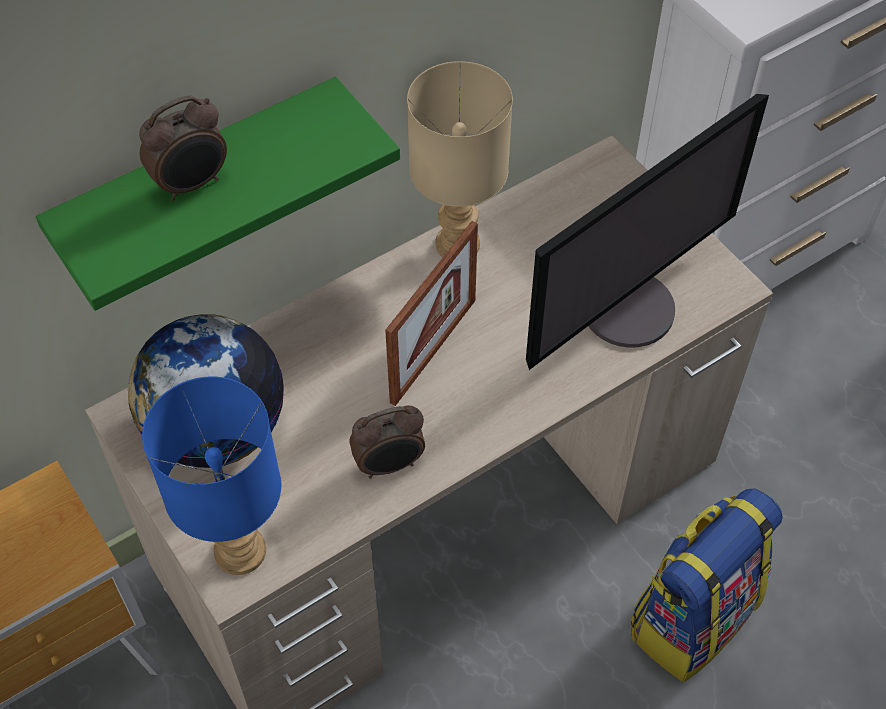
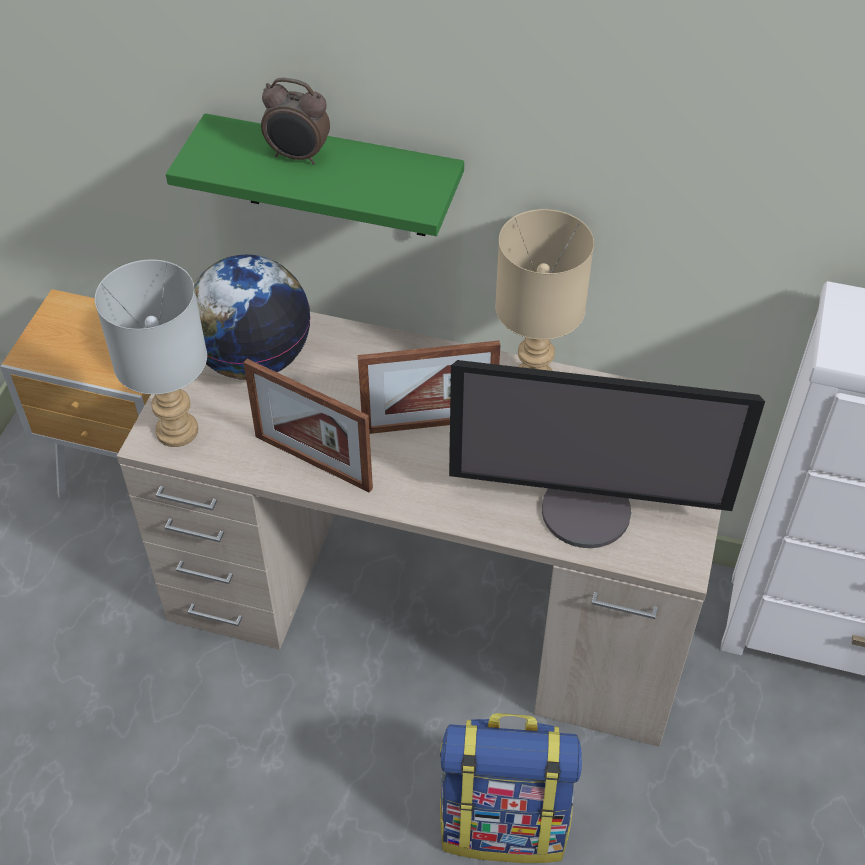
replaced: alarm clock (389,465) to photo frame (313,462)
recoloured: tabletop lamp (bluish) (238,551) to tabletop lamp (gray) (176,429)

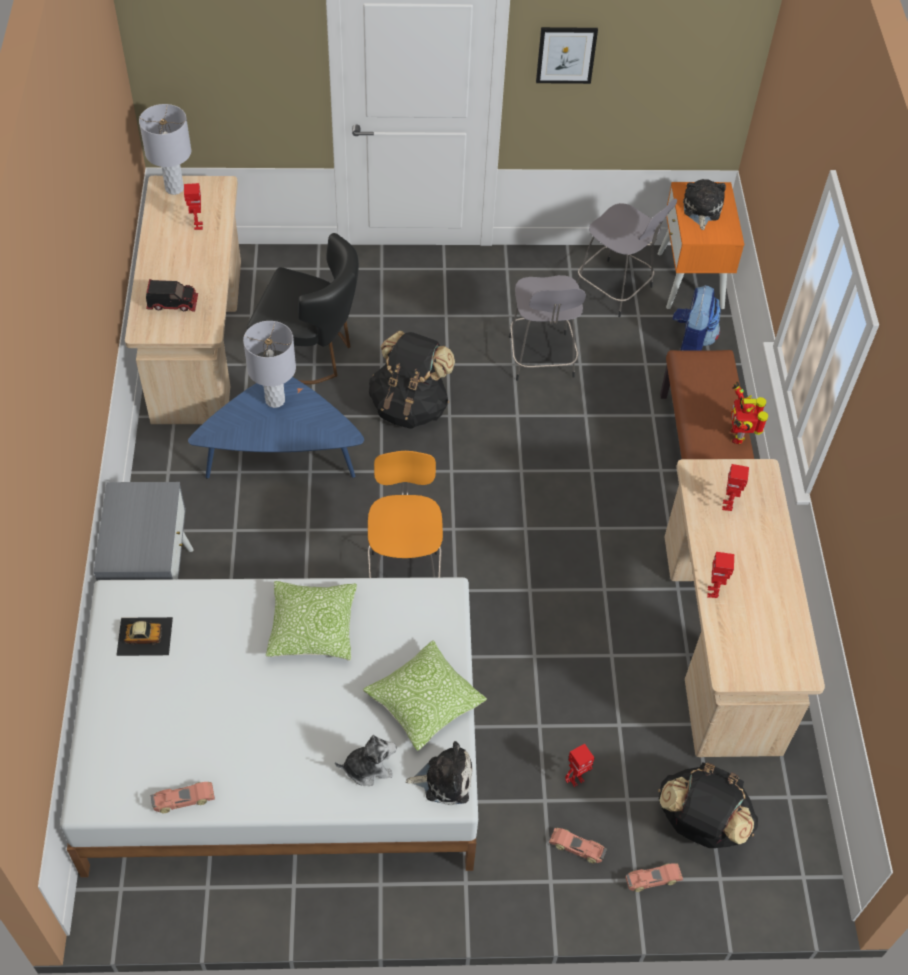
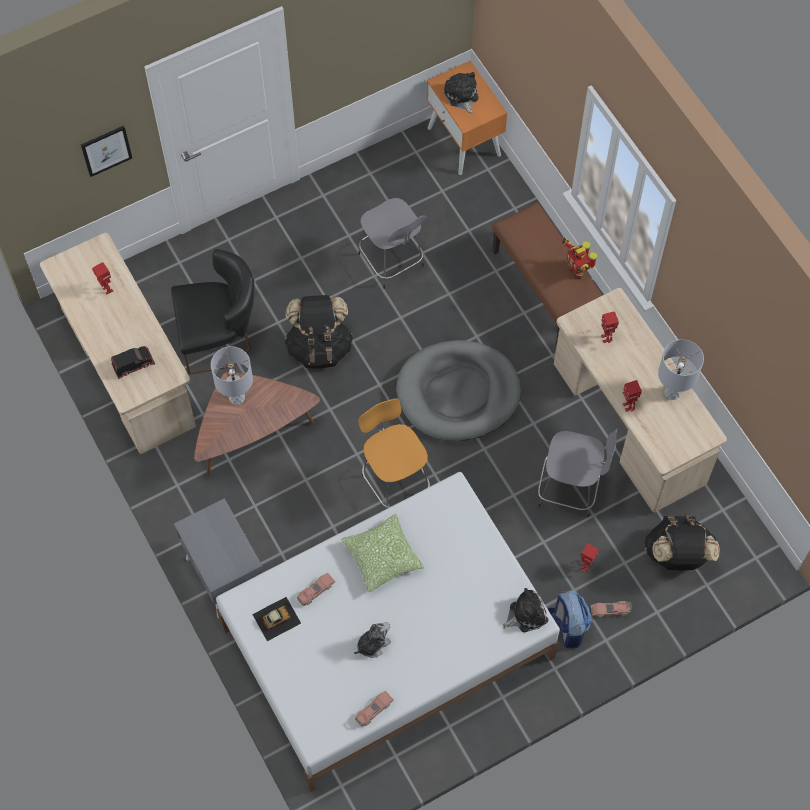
removed: pillow (424,702)
added: dog bed (gray) (458,393)
moved: wall picture (566,54) to (106,150); toy car (652,879) to (315,591); soft toy (368,767) to (372,644); stool seat (gray) (616,289) to (570,489); rucksack (691,341) to (567,627); tabletop lamp (gray) (175,188) to (672,392)
recoloured: low table (bluish) (281,457) to low table (brown) (252,433)

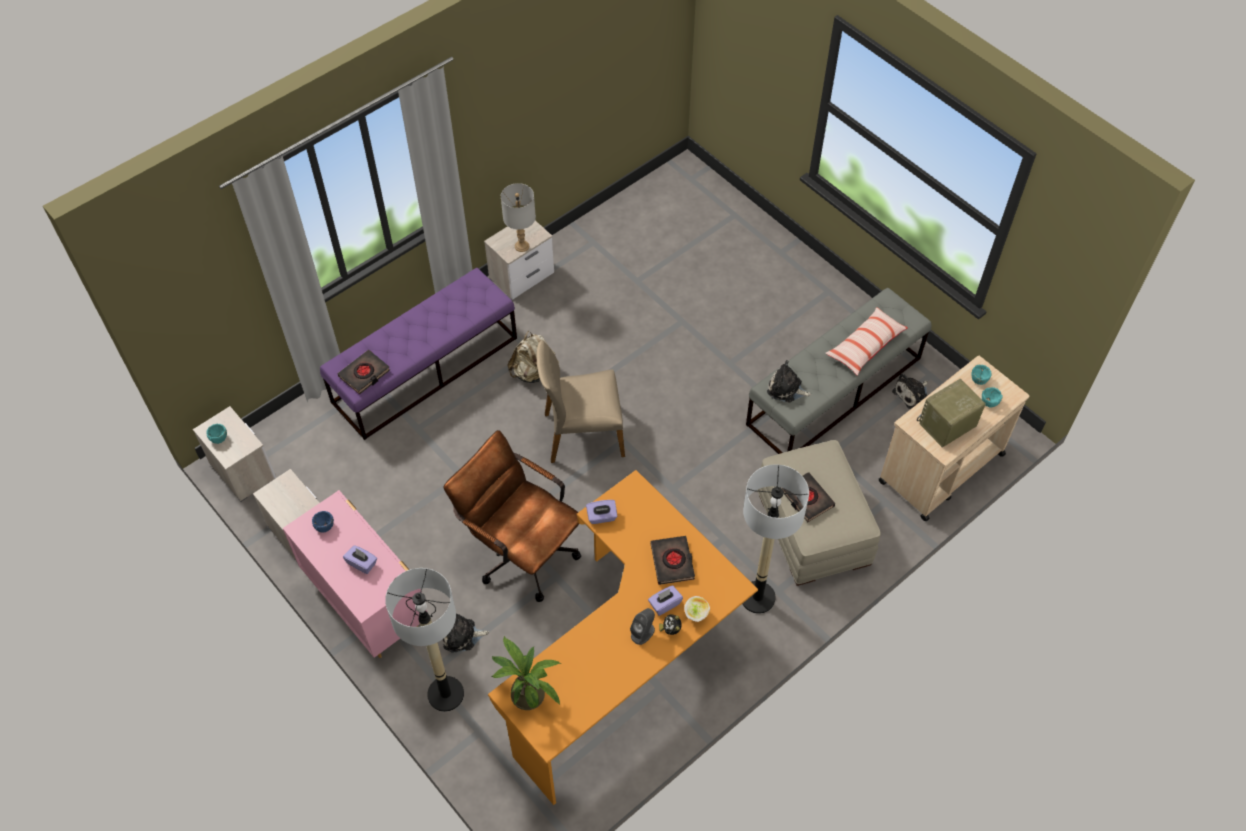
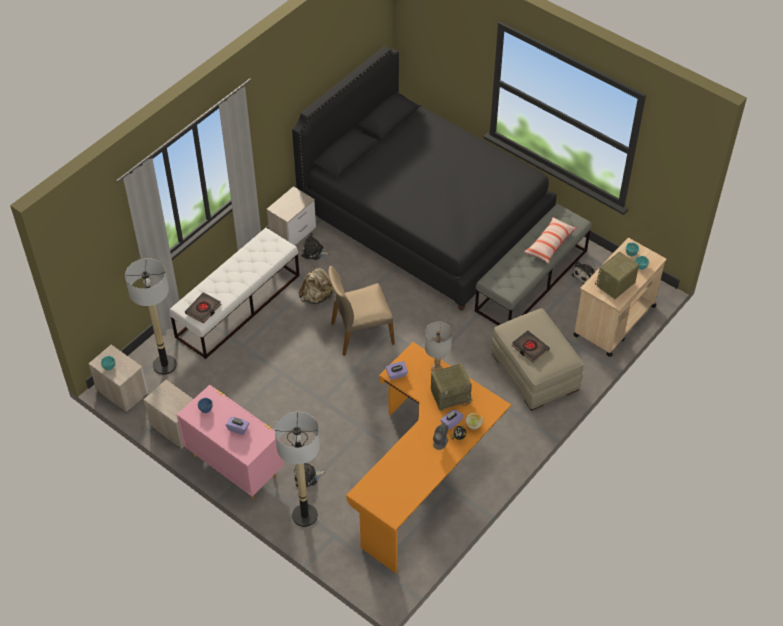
removed: computer chair (brown) (520,550); potted plant (527,691)
added: sleeping bed (black-coloured) (424,218)
moved: standard lamp (757,597) to (164,365); soft toy (786,389) to (314,252); tabletop lamp (gray) (521,246) to (436,369)
replaced: volume (black-coloured) (672,562) to radio set (450,396)
recoloured: bench (purple) (426,369) to bench (white) (238,305)

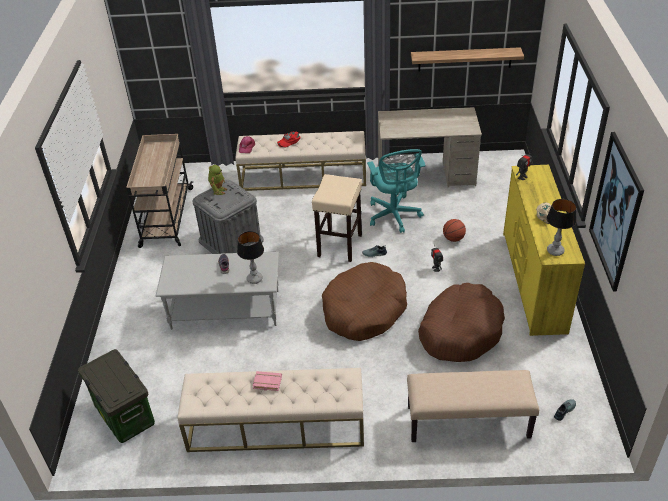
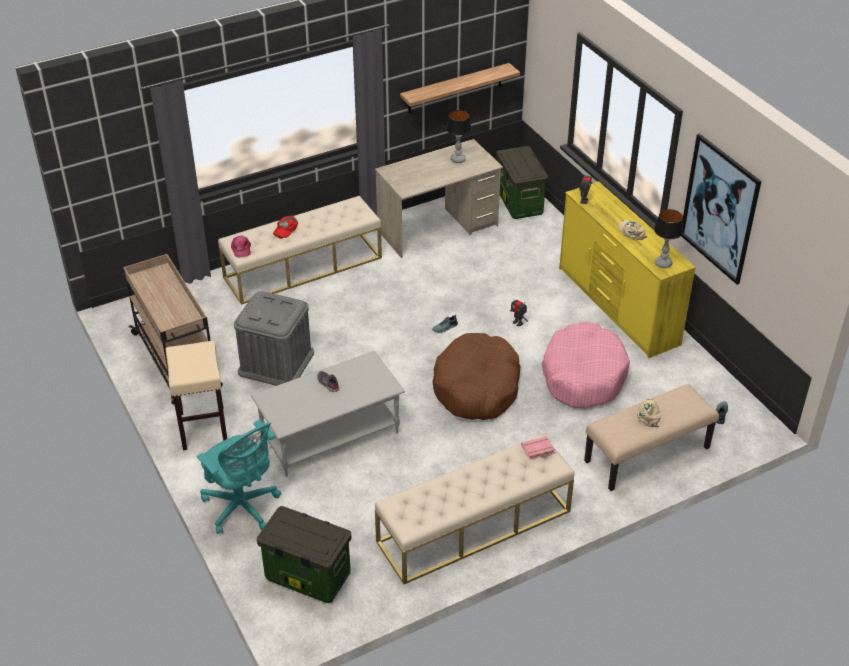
removed: toy robot (218,190); basketball ball (453,238)
added: storage bin (520,203); cap (beige-coloured) (648,414)
moved: stool seat (beige-coloured) (339,246) to (203,428); computer chair (turquoise-coloured) (394,216) to (243,508); tabletop lamp (255,279) to (458,159); volume (pinkish) (266,383) to (537,450)
recoloured: dog bed (brown) (460,331) to dog bed (pinkish) (583,375)

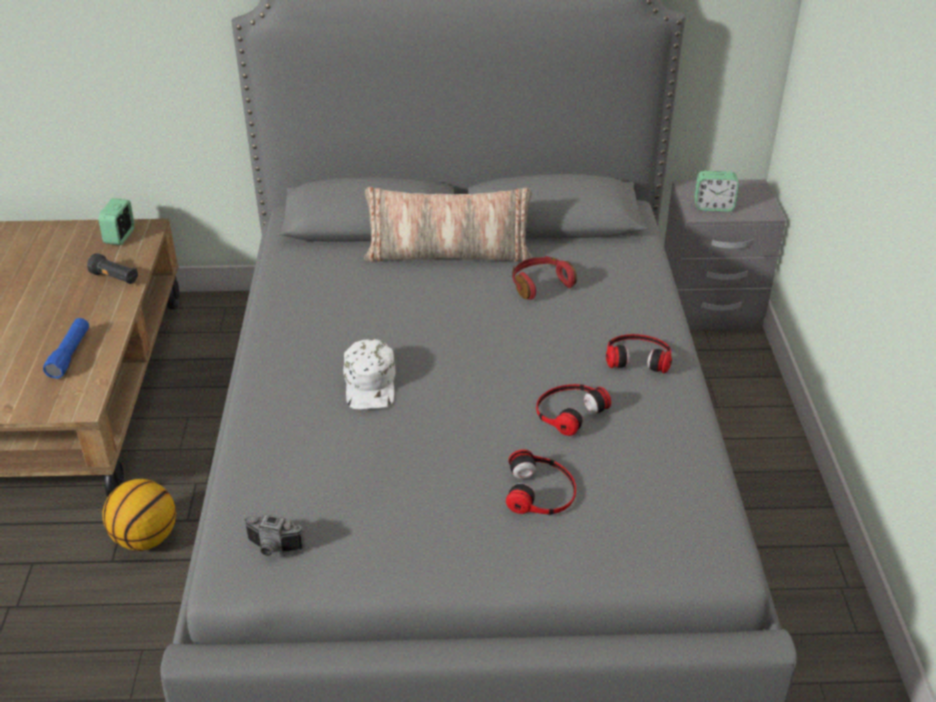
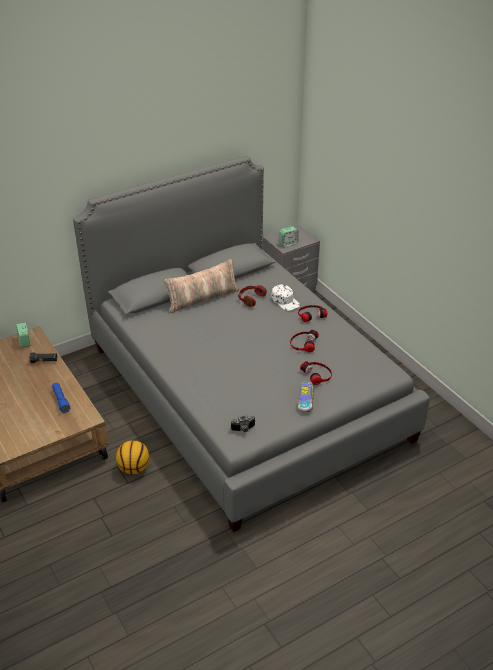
added: toy car (305,401)
moved: cap (white) (370,383) to (285,301)

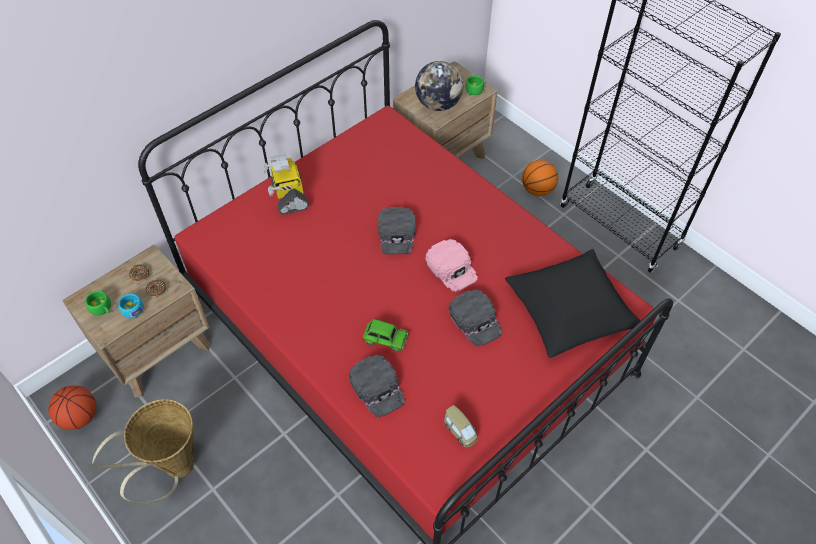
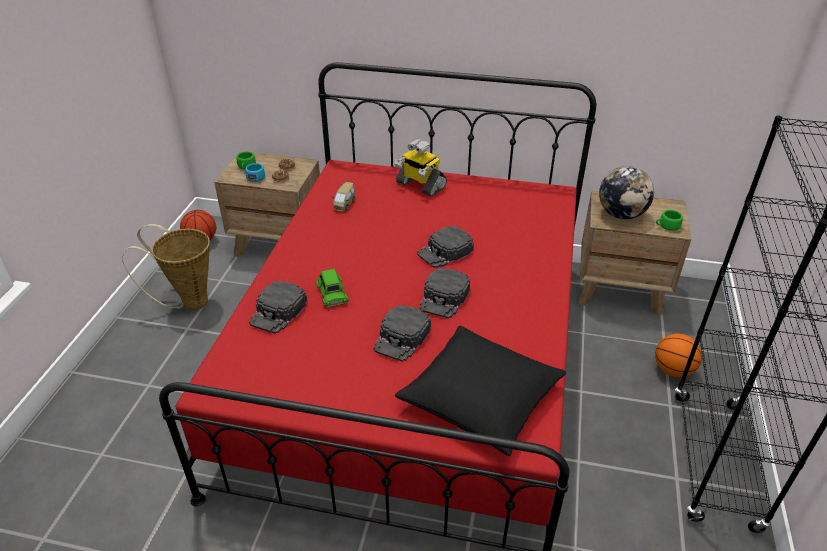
moved: toy car (460,431) to (344,204)
recoloured: cap (pinkish) (452,268) to cap (black-coloured) (444,298)
turned: toy robot (288,195) = (420,185) 90 degrees counterclockwise

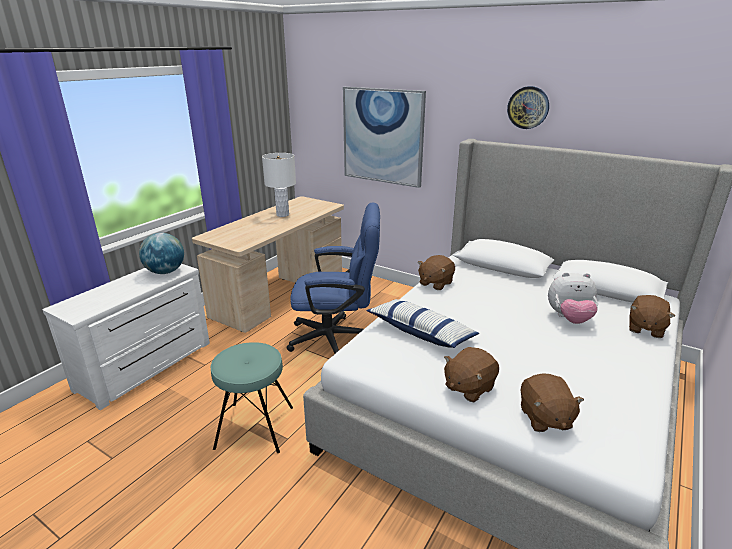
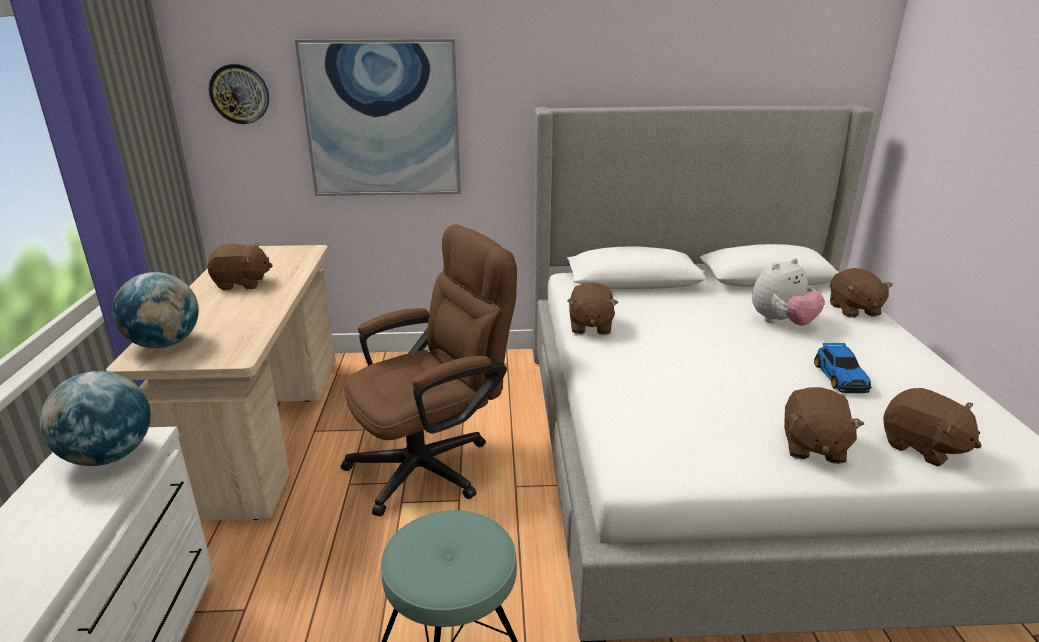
removed: pillow (421,332)
added: desk globe (165,344); toy car (840,376)
moved: clock on the wall (528,107) to (239,94)
replaced: tabletop lamp (white) (282,215) to soft toy (brown) (242,283)
recoloured: computer chair (bluish) (337,338) to computer chair (brown) (433,464)

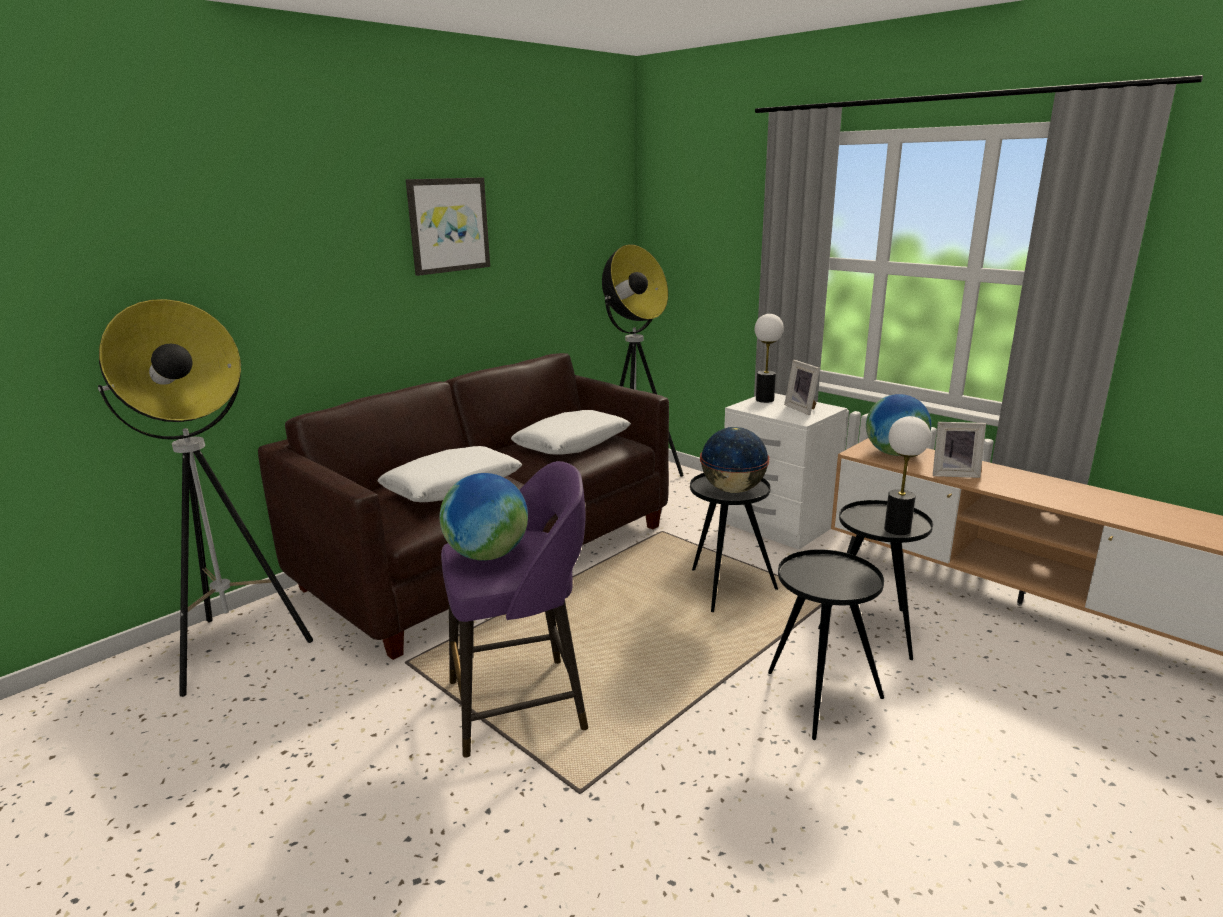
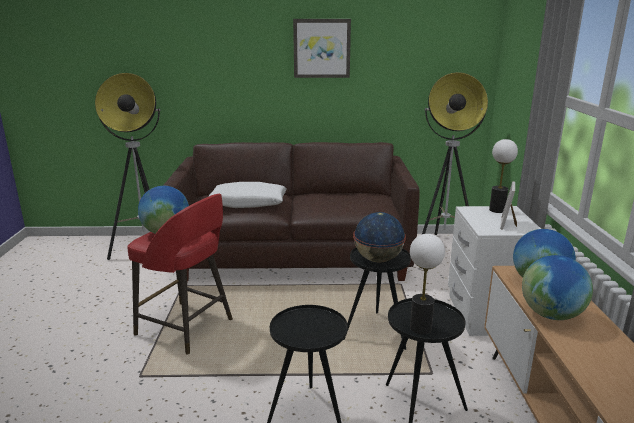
removed: pillow (white) (572,444)
replaced: photo frame (953,473) to desk globe (551,315)
recoloured: stool seat (purple) (521,704) to stool seat (red-coloured) (186,328)

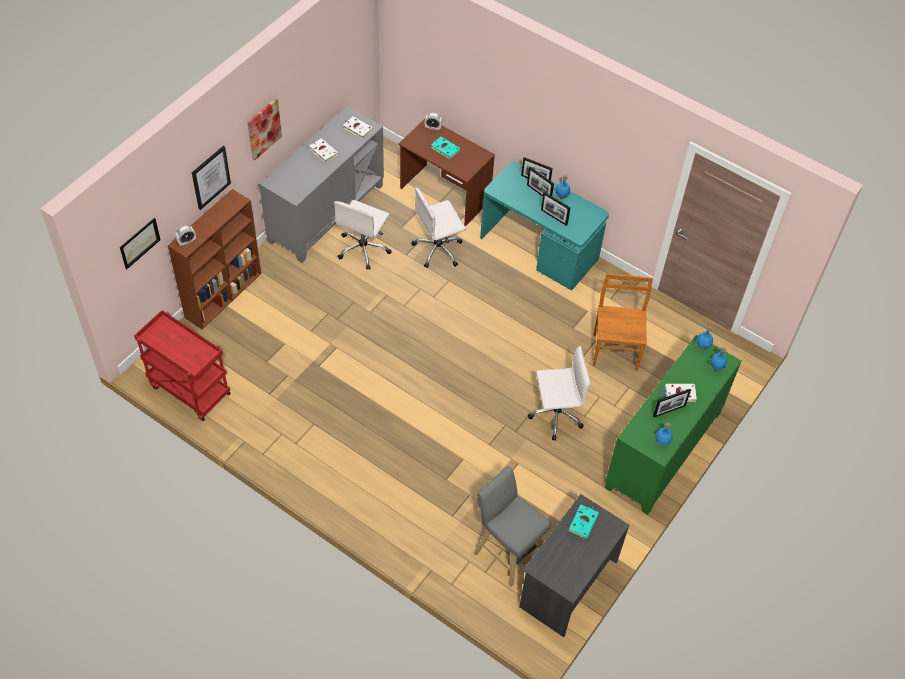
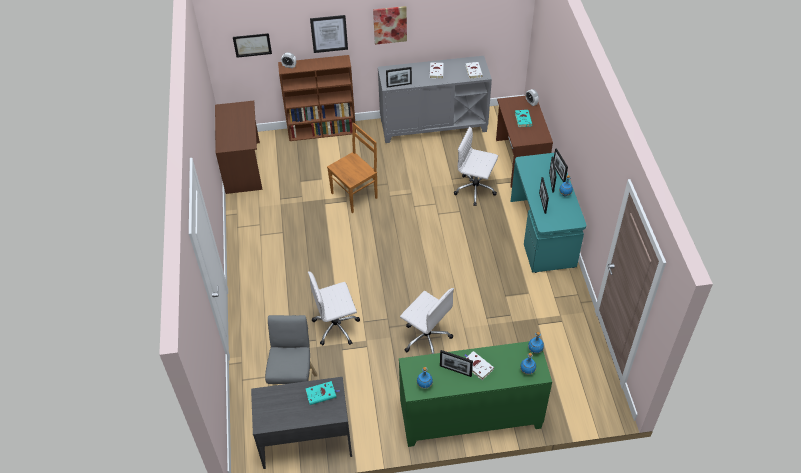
added: photo frame (399,85)
moved: computer chair (white) (363,249) to (337,327); plain chair (brown) (615,350) to (355,195)
replaced: trolley (red-coloured) (188,390) to desk (brown) (244,167)

